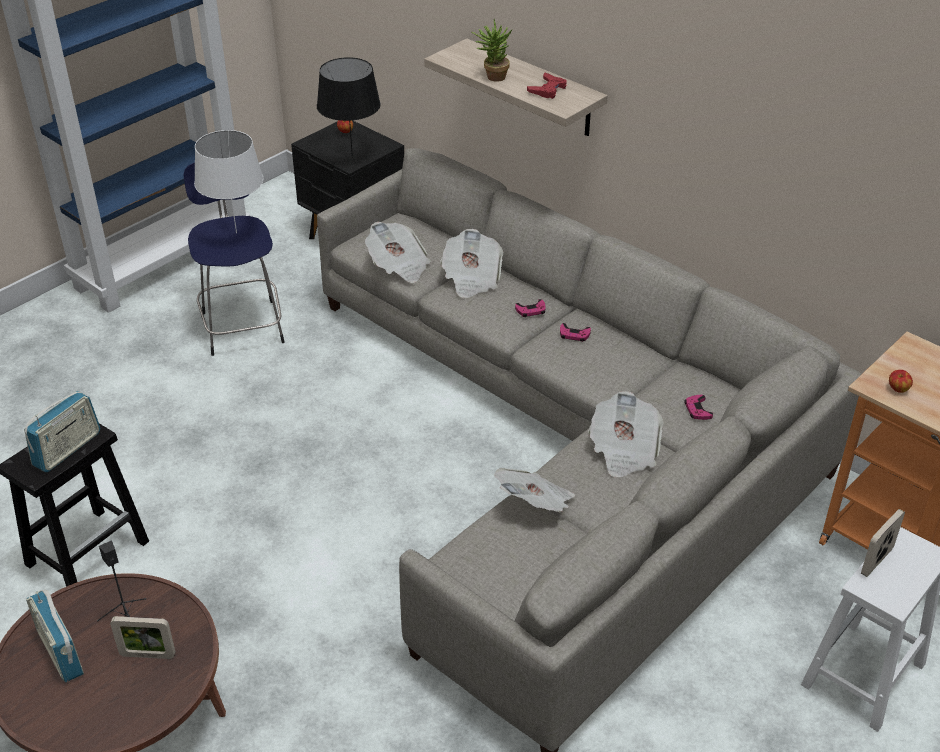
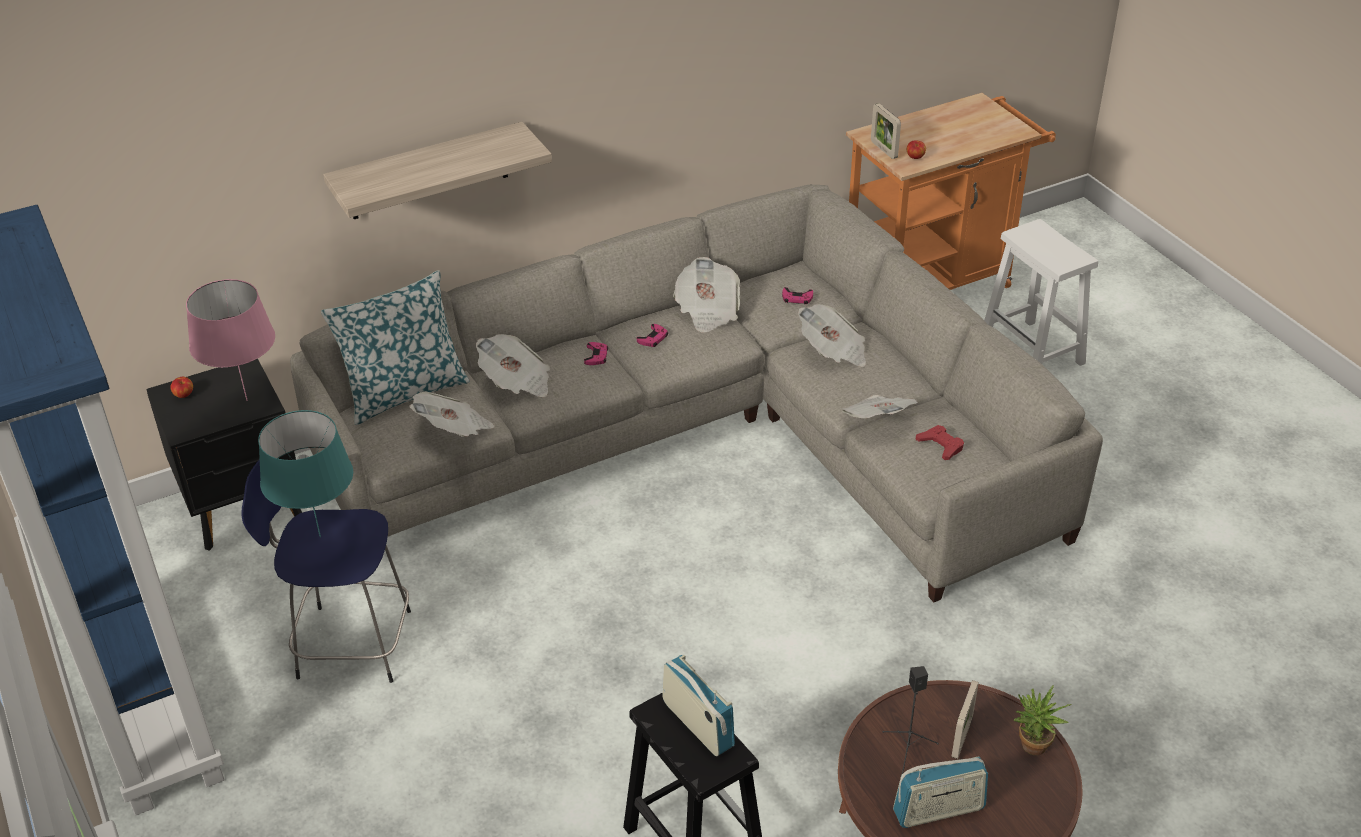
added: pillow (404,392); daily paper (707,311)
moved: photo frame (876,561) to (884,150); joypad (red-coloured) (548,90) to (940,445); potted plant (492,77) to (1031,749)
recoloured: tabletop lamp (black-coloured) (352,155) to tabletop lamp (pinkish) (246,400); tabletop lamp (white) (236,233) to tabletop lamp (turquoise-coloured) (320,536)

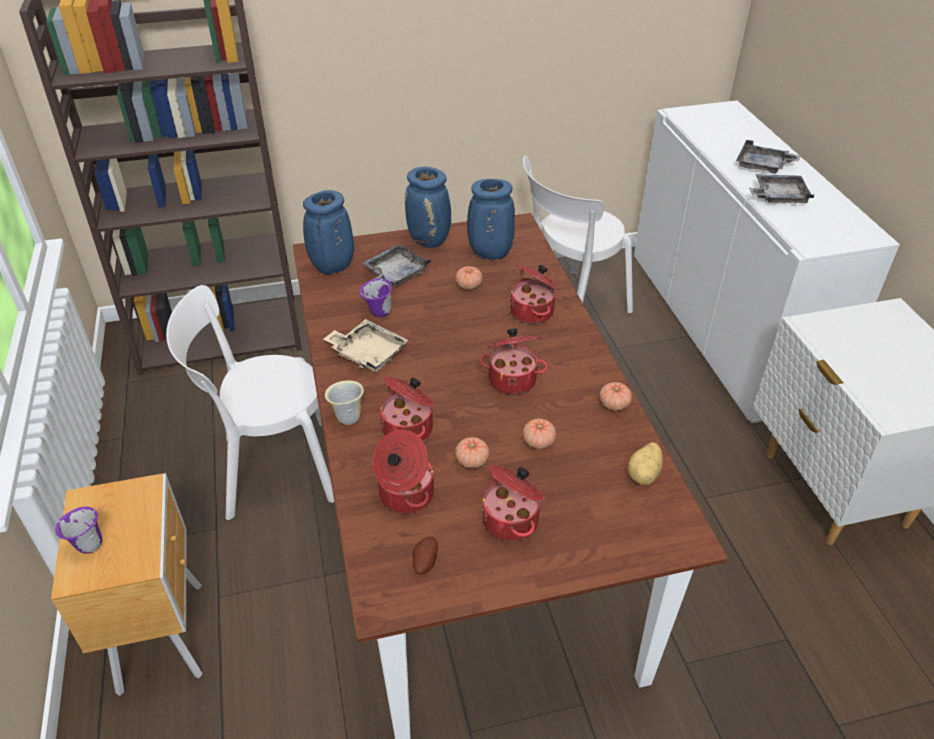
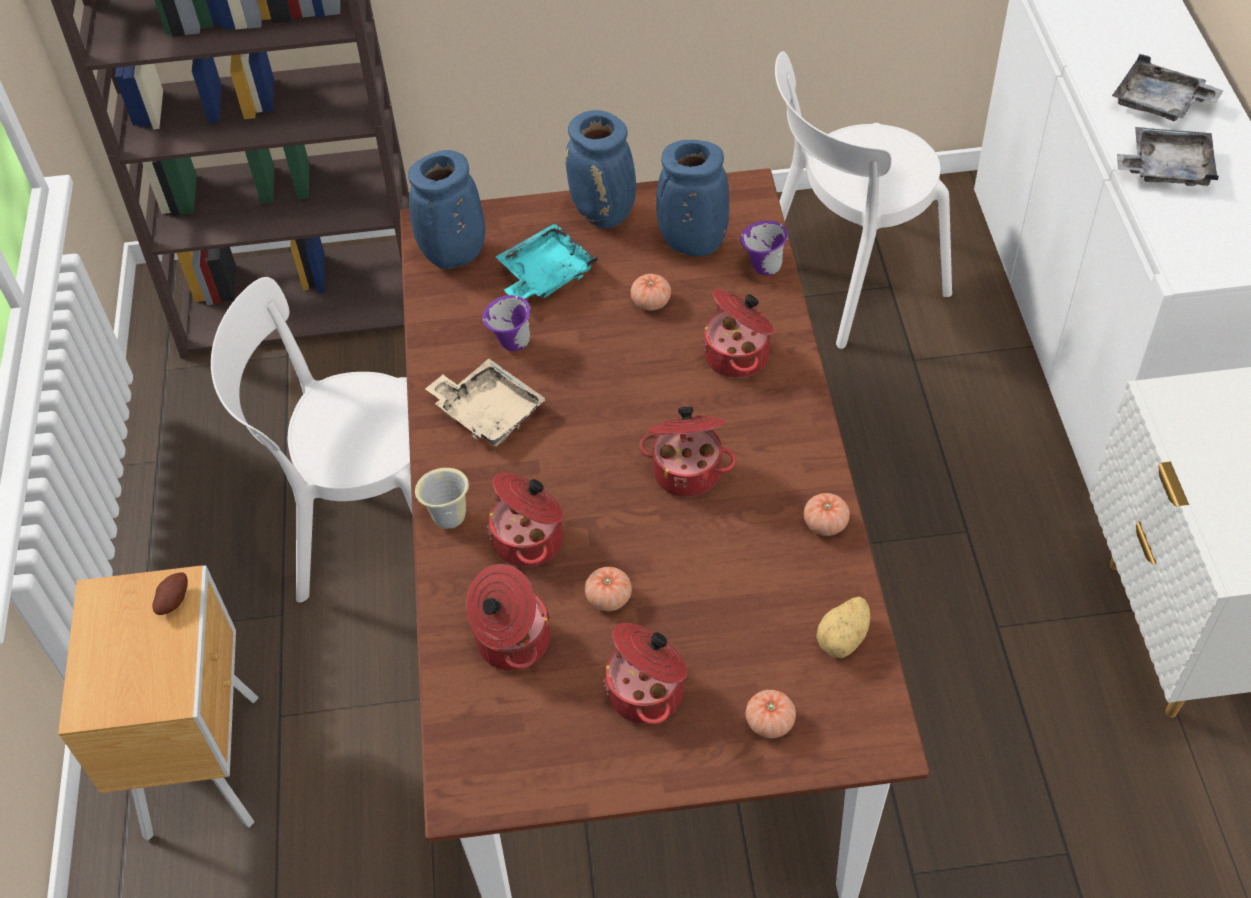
moved: potato (424,562) to (173,600); coffee mug (purple) (88,545) to (762,268); whole tomato (538,441) to (770,722)
recoloured: serving tray (gray) (395,274) to serving tray (turquoise-coloured) (545,275)

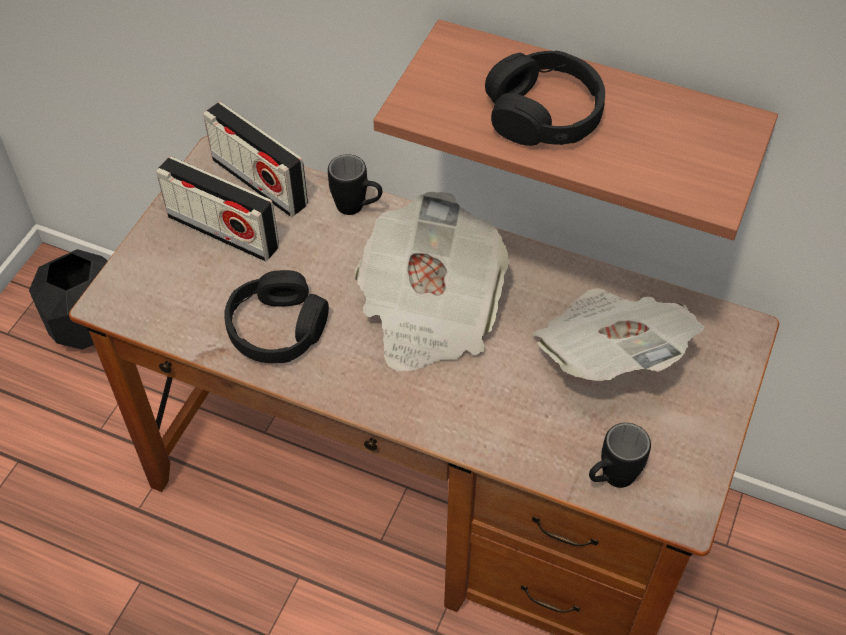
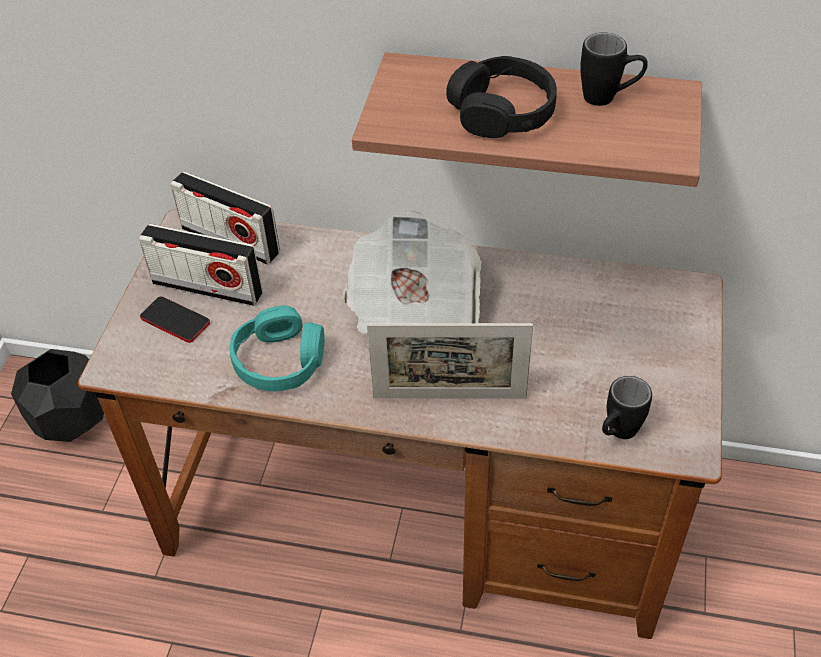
removed: daily paper (609,354)
added: telephone (175,320); photo frame (449,397)
moved: coffee mug (black-coloured) (358,208) to (609,98)
recoloured: headset (black-coloured) (277,328) to headset (turquoise-coloured) (280,361)

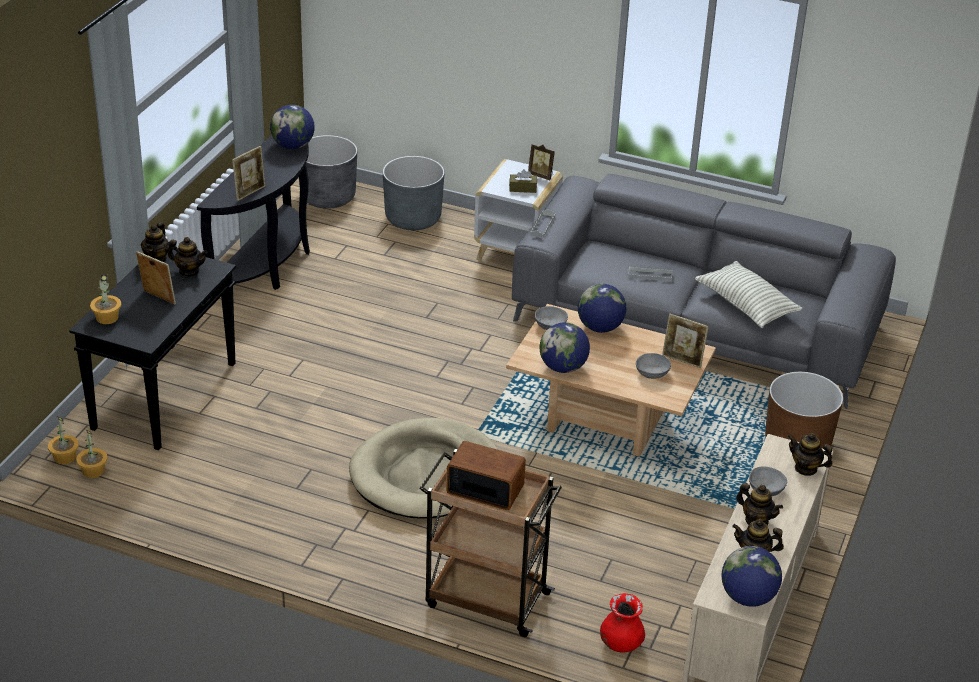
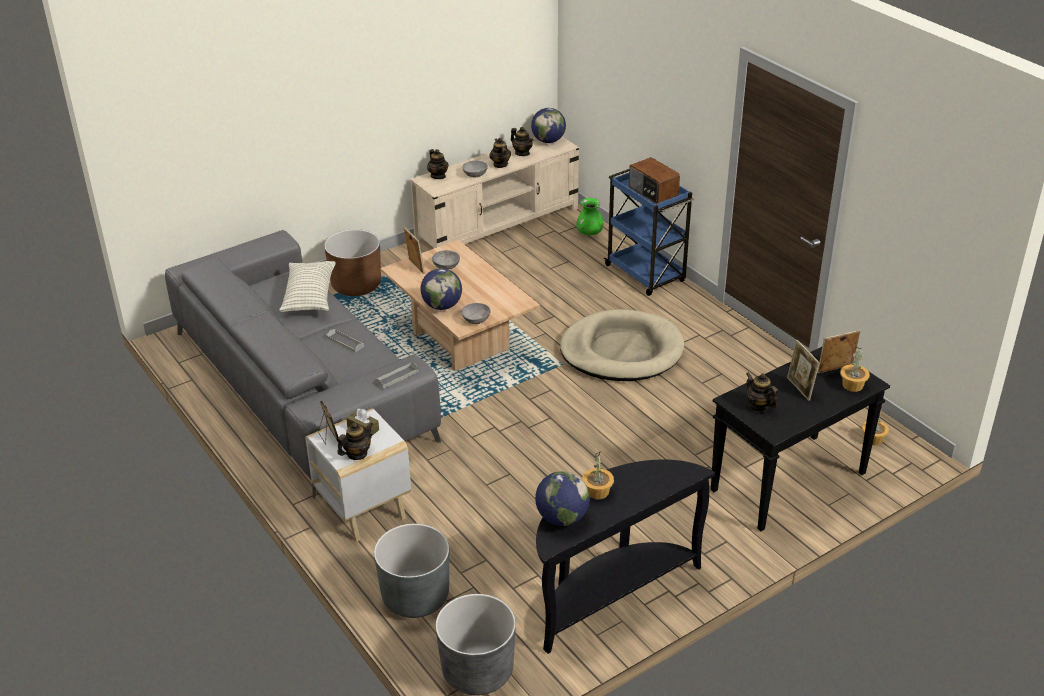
removed: desk globe (563,367)
moved: teapot (157,258) to (357,454); potted plant (64,457) to (598,491); photo frame (250,192) to (835,370)
recoloured: flower vase (red-coloured) (621,644) to flower vase (green) (589,233); trolley (brown) (485,599) to trolley (bluish) (646,274)

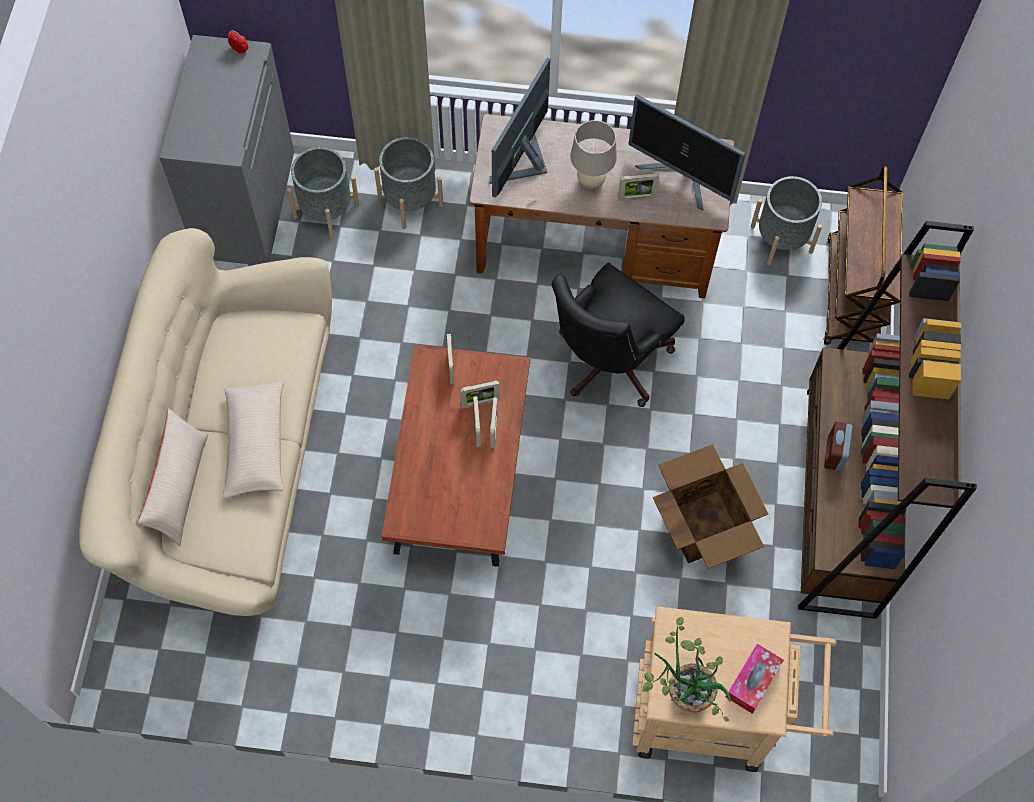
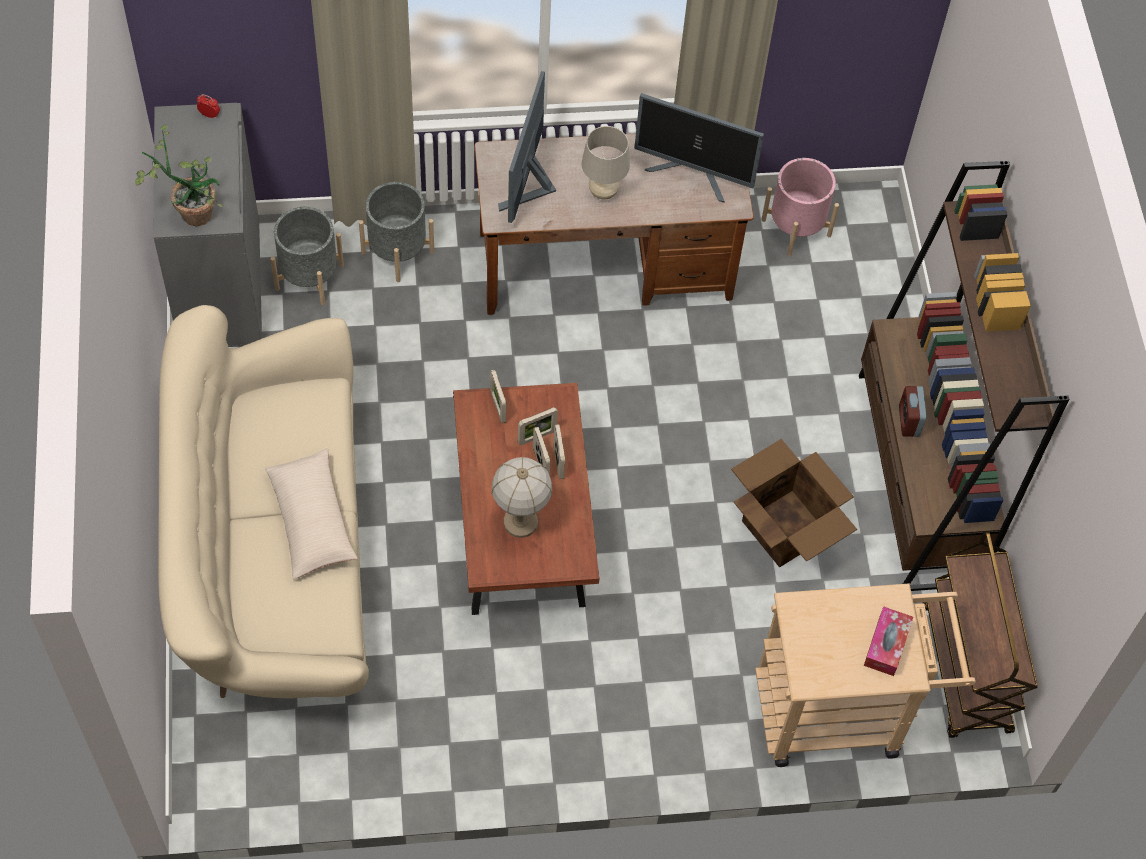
removed: pillow (beige-coloured) (179,487); computer chair (black-coloured) (607,363); photo frame (636,198)
added: tabletop lamp (521,522)
moved: potted plant (682,689) to (190,210); trolley (brown) (852,295) to (966,670)
recoloured: plant pot (gray) (781,239) to plant pot (pinkish) (796,227)

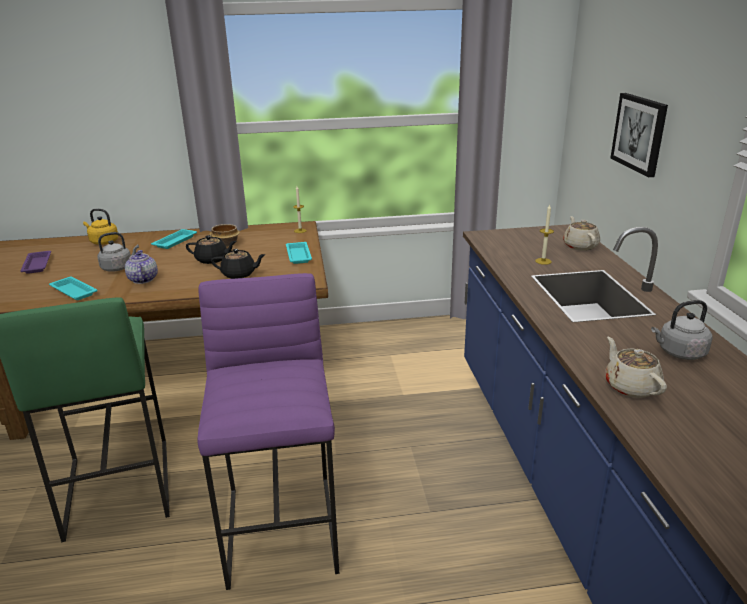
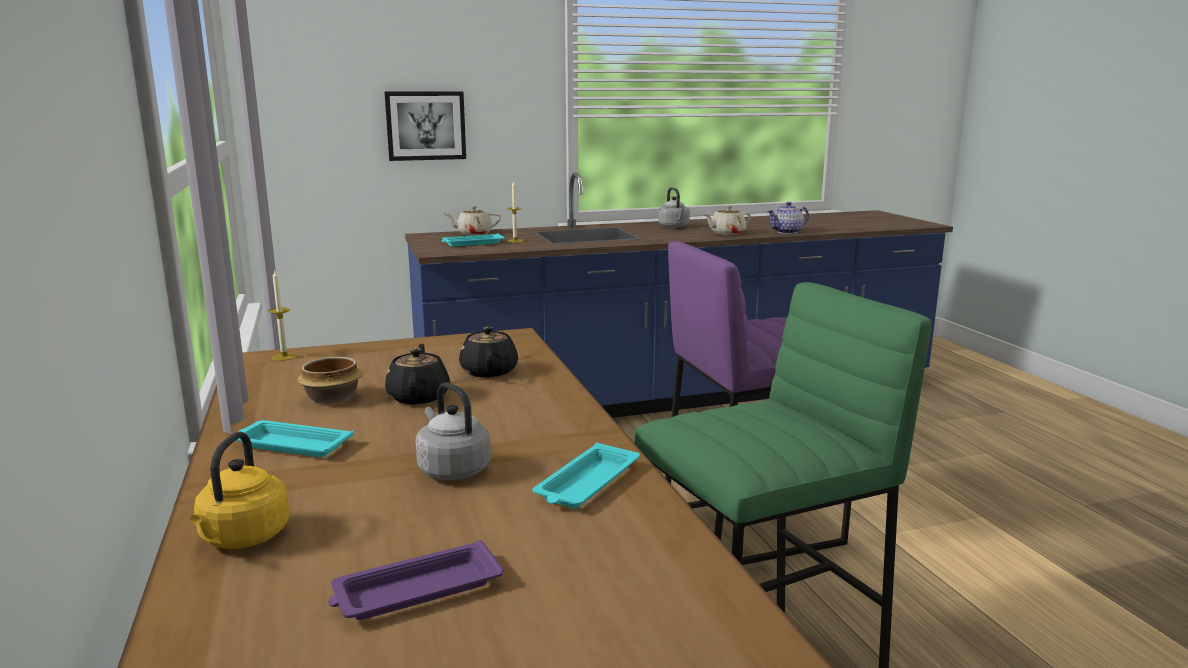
moved: serving tray (turquoise-coloured) (298,255) to (472,243); teapot (142,279) to (787,232)

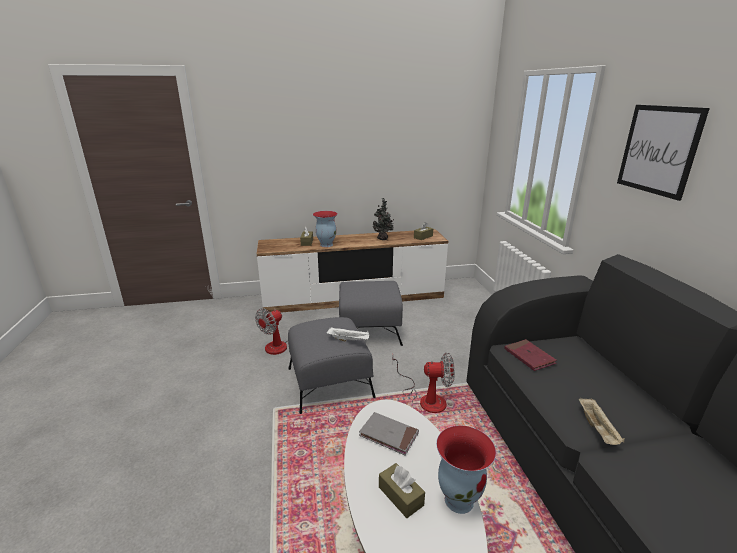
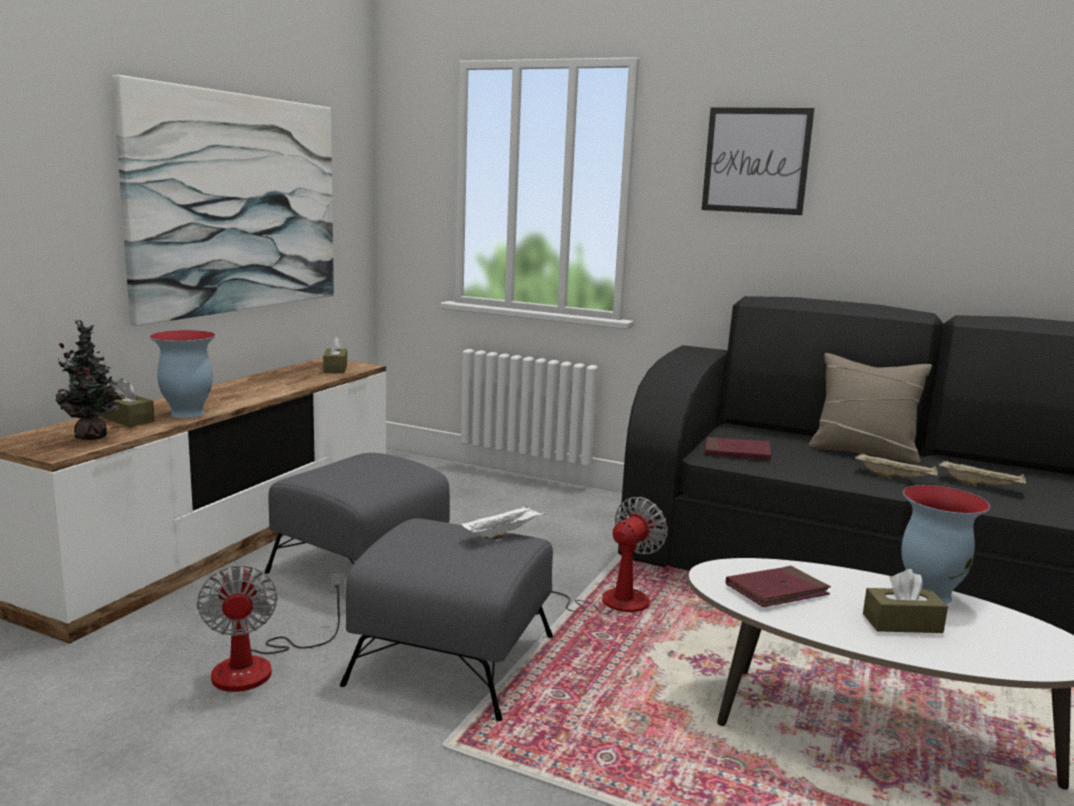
added: wall picture (238,203); pillow (beige-coloured) (863,451); serving tray (beige-coloured) (981,486)
moved: potted plant (383,239) to (94,437)
recoloured: volume (gray) (388,435) to volume (red-coloured) (777,591)

